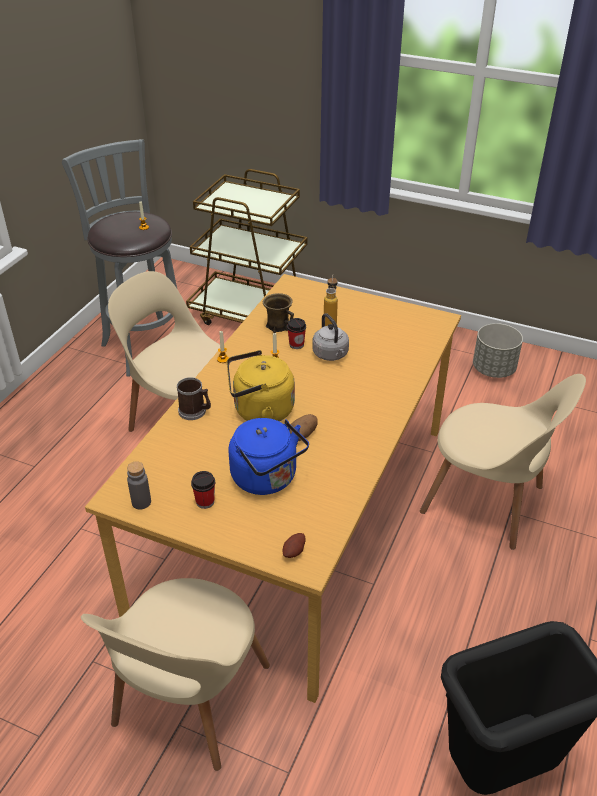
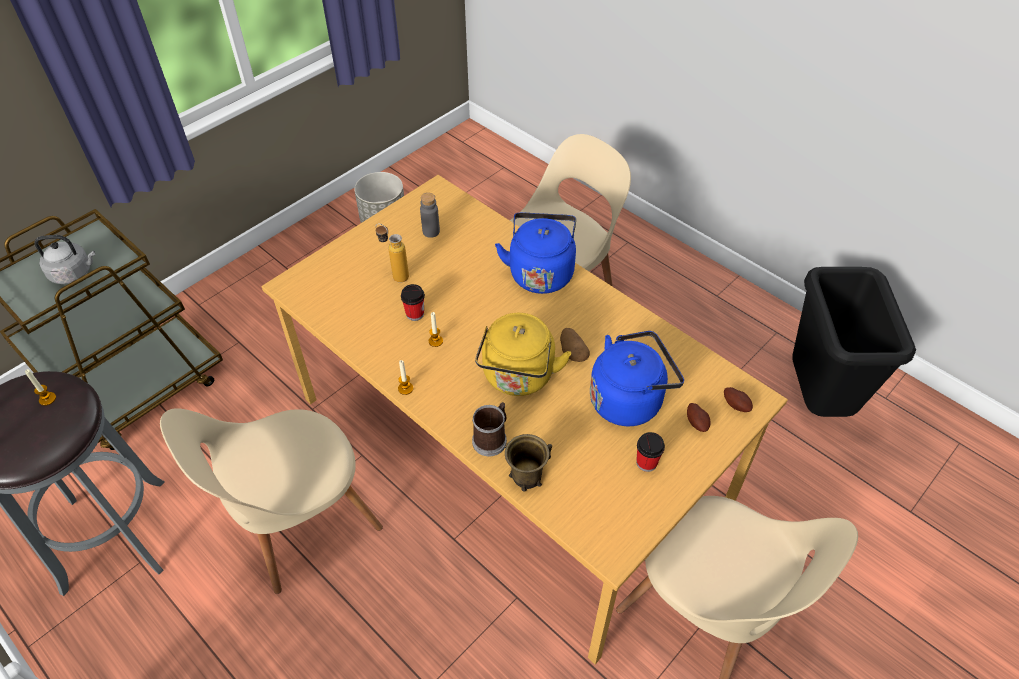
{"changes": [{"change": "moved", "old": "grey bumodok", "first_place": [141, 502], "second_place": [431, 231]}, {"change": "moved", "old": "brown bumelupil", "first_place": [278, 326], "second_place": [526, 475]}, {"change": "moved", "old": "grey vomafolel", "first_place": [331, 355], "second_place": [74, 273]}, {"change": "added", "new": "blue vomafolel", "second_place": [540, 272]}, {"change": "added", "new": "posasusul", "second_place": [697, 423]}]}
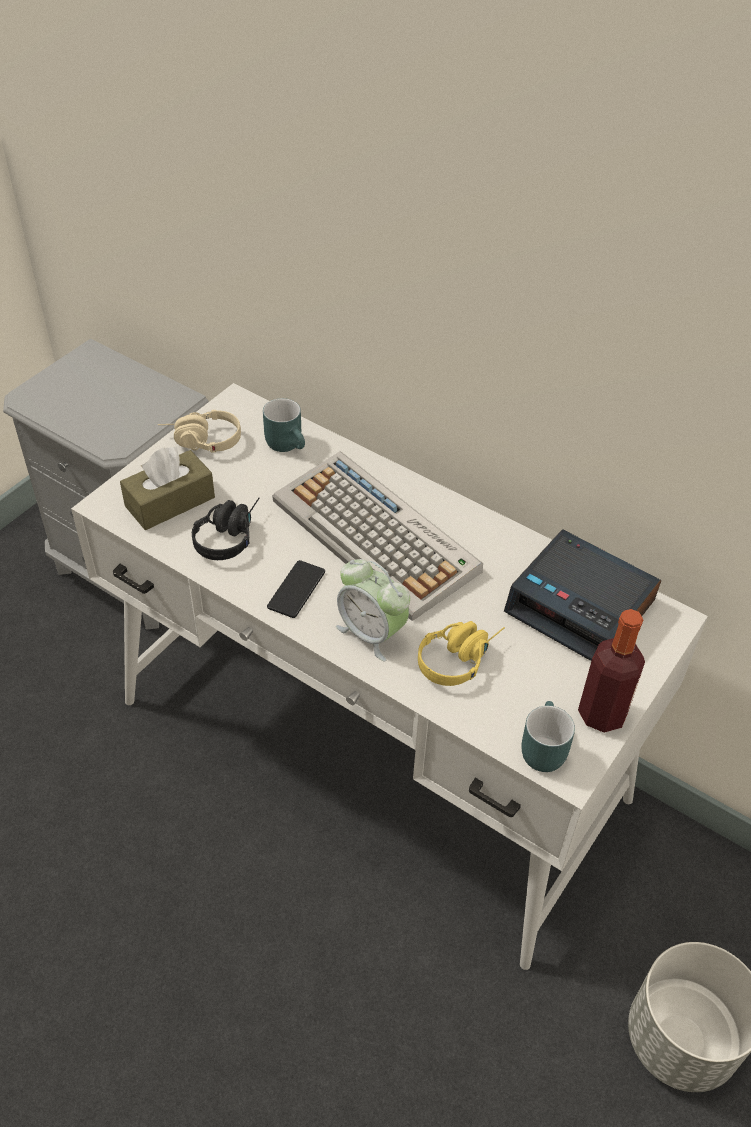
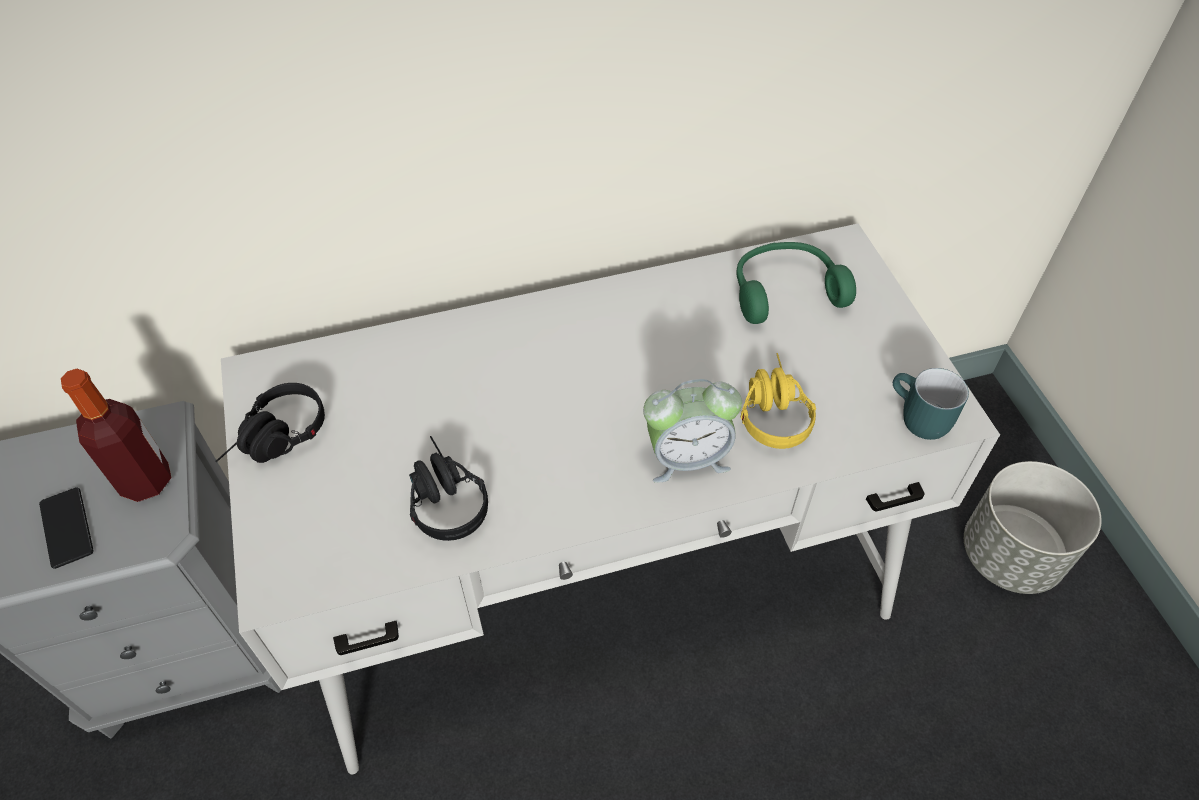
{"changes": [{"change": "removed", "old": "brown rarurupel", "first_place": [170, 502]}, {"change": "recoloured", "old": "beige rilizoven", "new": "black rilizoven", "first_place": [200, 442], "second_place": [276, 441]}, {"change": "removed", "old": "turquoise bumelupil", "first_place": [289, 444]}, {"change": "moved", "old": "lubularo", "first_place": [296, 589], "second_place": [67, 528]}, {"change": "removed", "old": "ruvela", "first_place": [377, 536]}, {"change": "replaced", "old": "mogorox", "new": "green rilizoven", "first_place": [581, 607], "second_place": [784, 291]}, {"change": "moved", "old": "bumodok", "first_place": [602, 714], "second_place": [146, 481]}]}
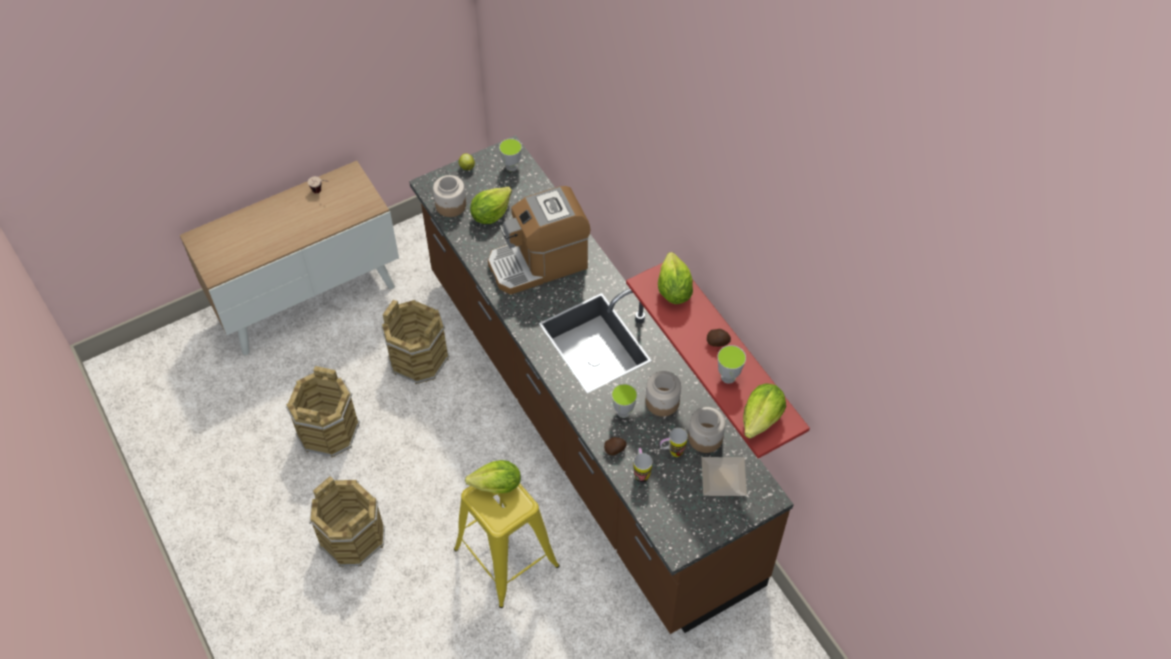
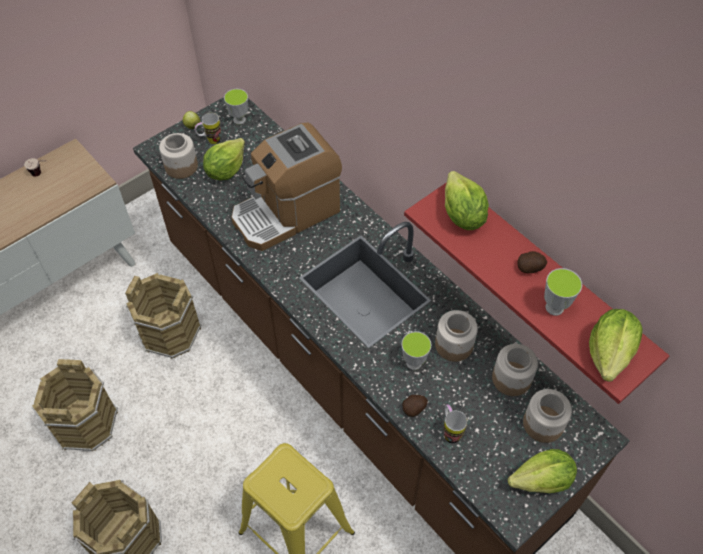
{"changes": [{"change": "moved", "old": "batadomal", "first_place": [497, 486], "second_place": [541, 481]}, {"change": "moved", "old": "bumelupil", "first_place": [672, 452], "second_place": [210, 141]}, {"change": "replaced", "old": "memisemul", "new": "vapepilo", "first_place": [722, 479], "second_place": [542, 424]}]}
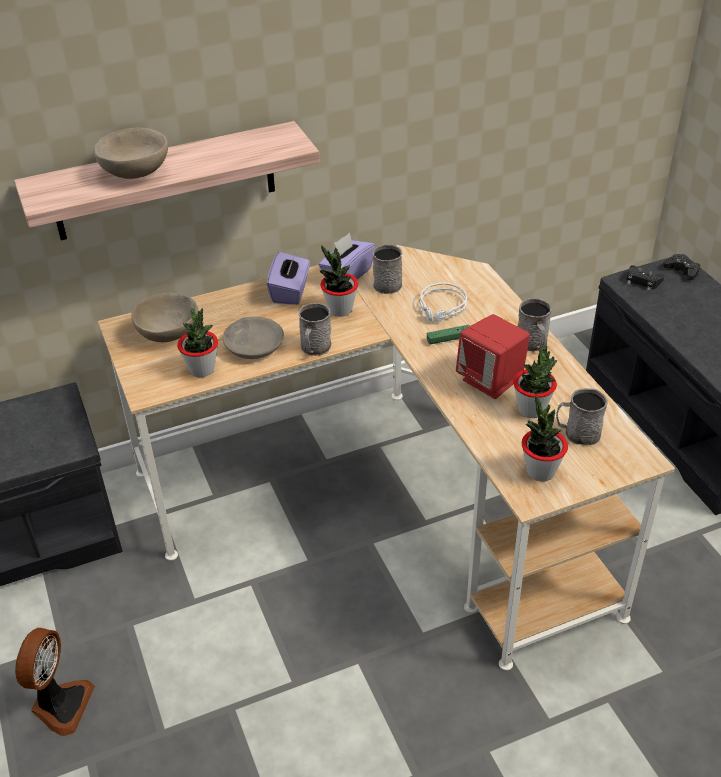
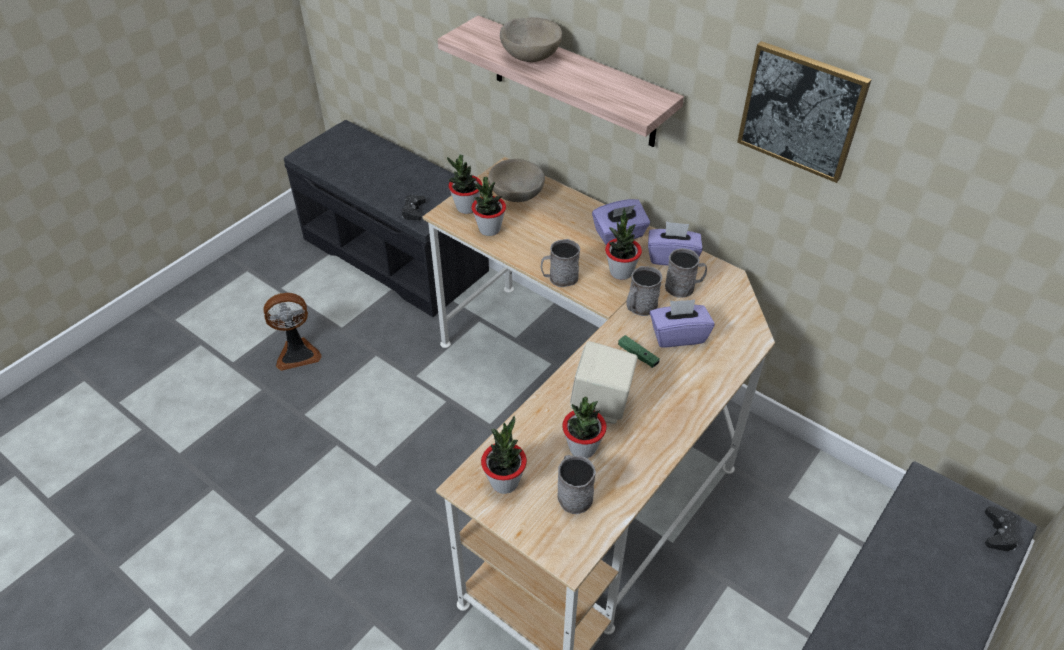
{"changes": [{"change": "removed", "old": "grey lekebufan", "first_place": [254, 345]}, {"change": "replaced", "old": "grey rilizoven", "new": "purple rarurupel", "first_place": [443, 308], "second_place": [678, 335]}, {"change": "recoloured", "old": "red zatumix", "new": "beige zatumix", "first_place": [491, 380], "second_place": [602, 405]}, {"change": "moved", "old": "grey bumelupil", "first_place": [533, 344], "second_place": [639, 307]}, {"change": "moved", "old": "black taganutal", "first_place": [642, 281], "second_place": [413, 211]}, {"change": "added", "new": "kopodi", "second_place": [466, 207]}, {"change": "added", "new": "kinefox", "second_place": [801, 111]}]}
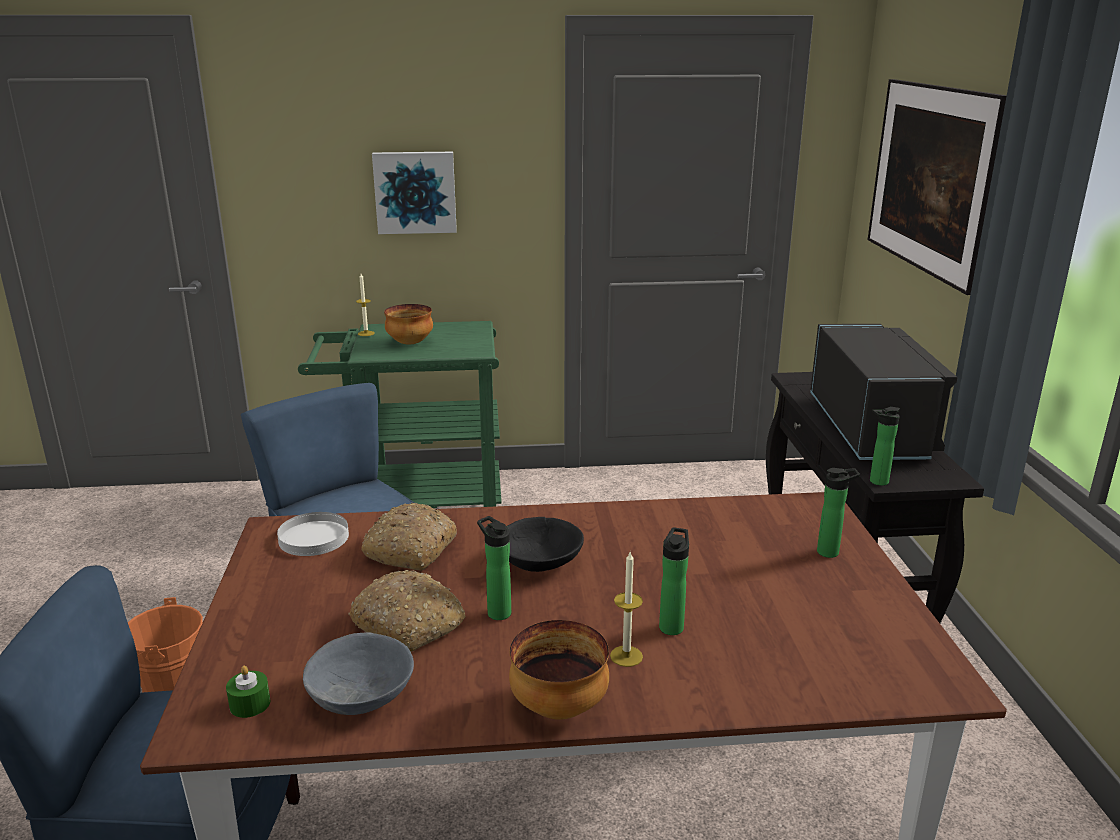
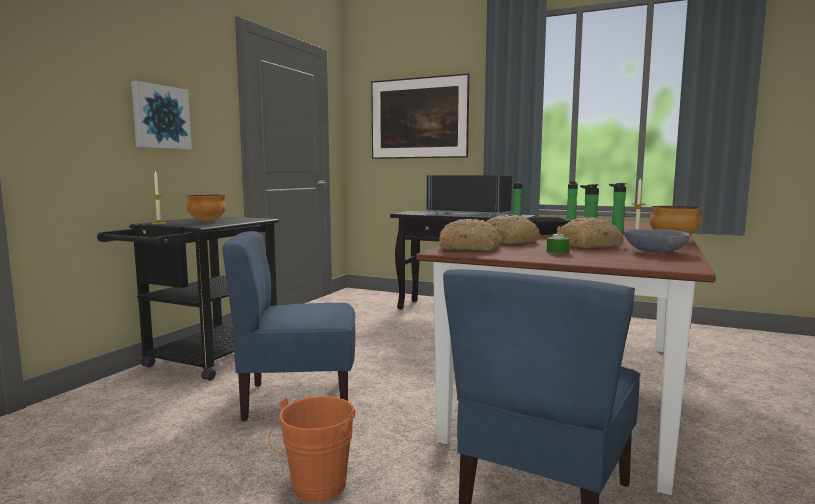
{"changes": [{"change": "moved", "old": "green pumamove", "first_place": [250, 704], "second_place": [557, 252]}, {"change": "replaced", "old": "white memisemul", "new": "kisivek", "first_place": [314, 538], "second_place": [470, 248]}, {"change": "recoloured", "old": "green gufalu", "new": "black gufalu", "first_place": [416, 501], "second_place": [204, 361]}]}
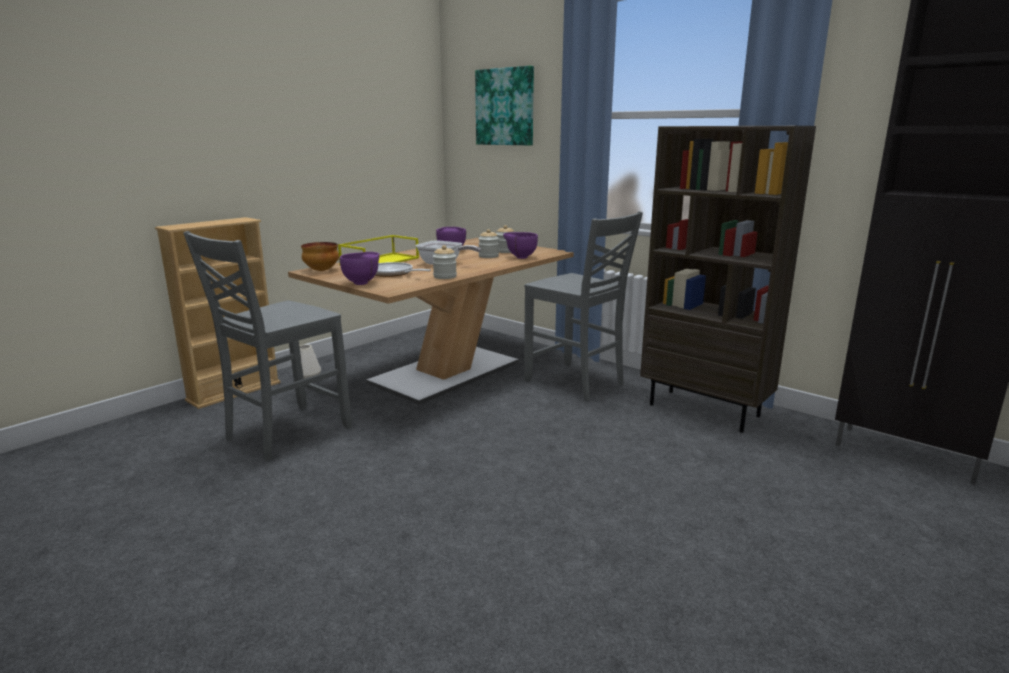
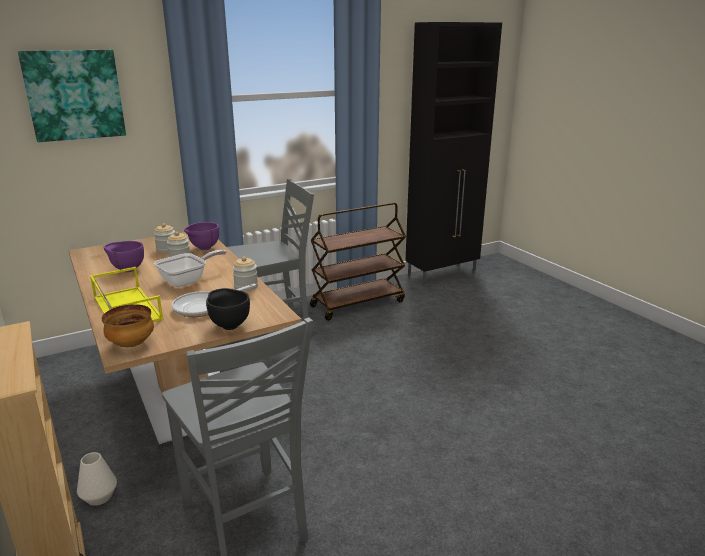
{"changes": [{"change": "recoloured", "old": "purple lekebufan", "new": "black lekebufan", "first_place": [362, 283], "second_place": [229, 325]}, {"change": "replaced", "old": "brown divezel", "new": "brown gufalu", "first_place": [705, 410], "second_place": [358, 303]}]}
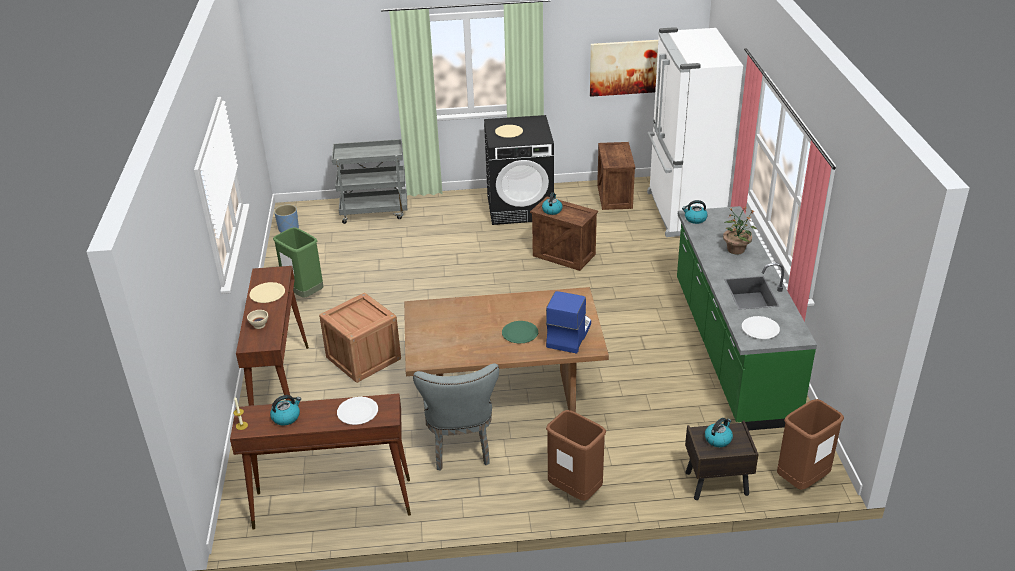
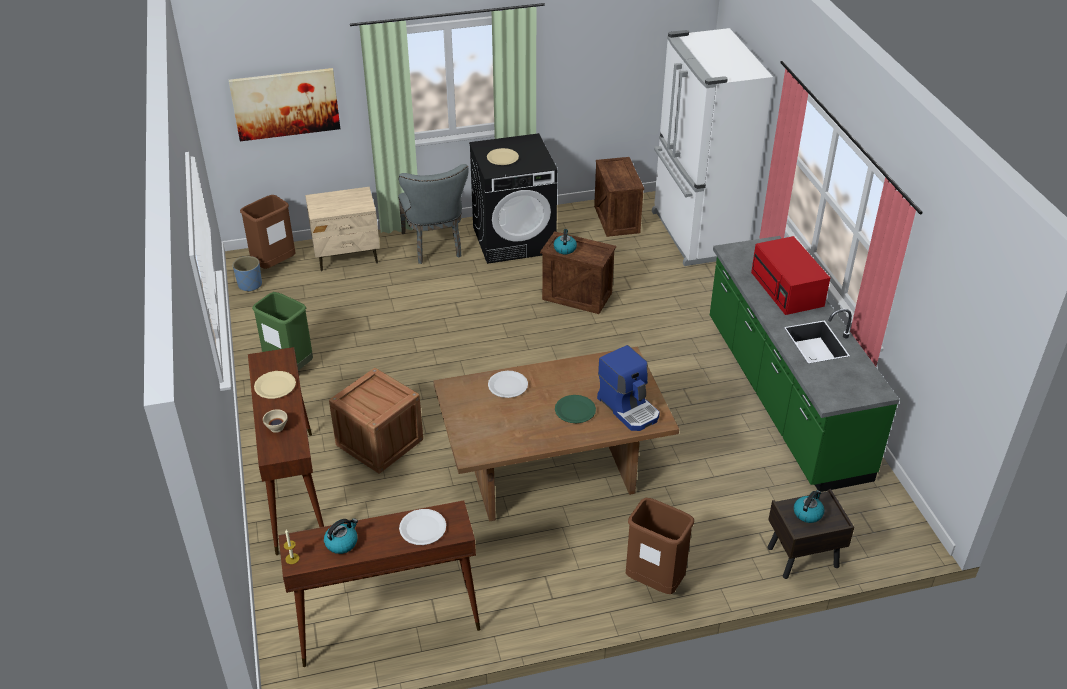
{"changes": [{"change": "replaced", "old": "grey gufalu", "new": "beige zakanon", "first_place": [375, 212], "second_place": [347, 256]}, {"change": "moved", "old": "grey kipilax", "first_place": [461, 447], "second_place": [435, 247]}, {"change": "turned", "old": "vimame", "first_place": [568, 335], "second_place": [629, 408], "degrees": 135}, {"change": "moved", "old": "kinefox", "first_place": [631, 67], "second_place": [285, 104]}, {"change": "removed", "old": "vomafolel", "first_place": [695, 219]}, {"change": "replaced", "old": "kopodi", "new": "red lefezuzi", "first_place": [736, 249], "second_place": [787, 290]}, {"change": "moved", "old": "white memisemul", "first_place": [760, 329], "second_place": [507, 385]}, {"change": "moved", "old": "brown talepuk", "first_place": [802, 480], "second_place": [274, 264]}]}
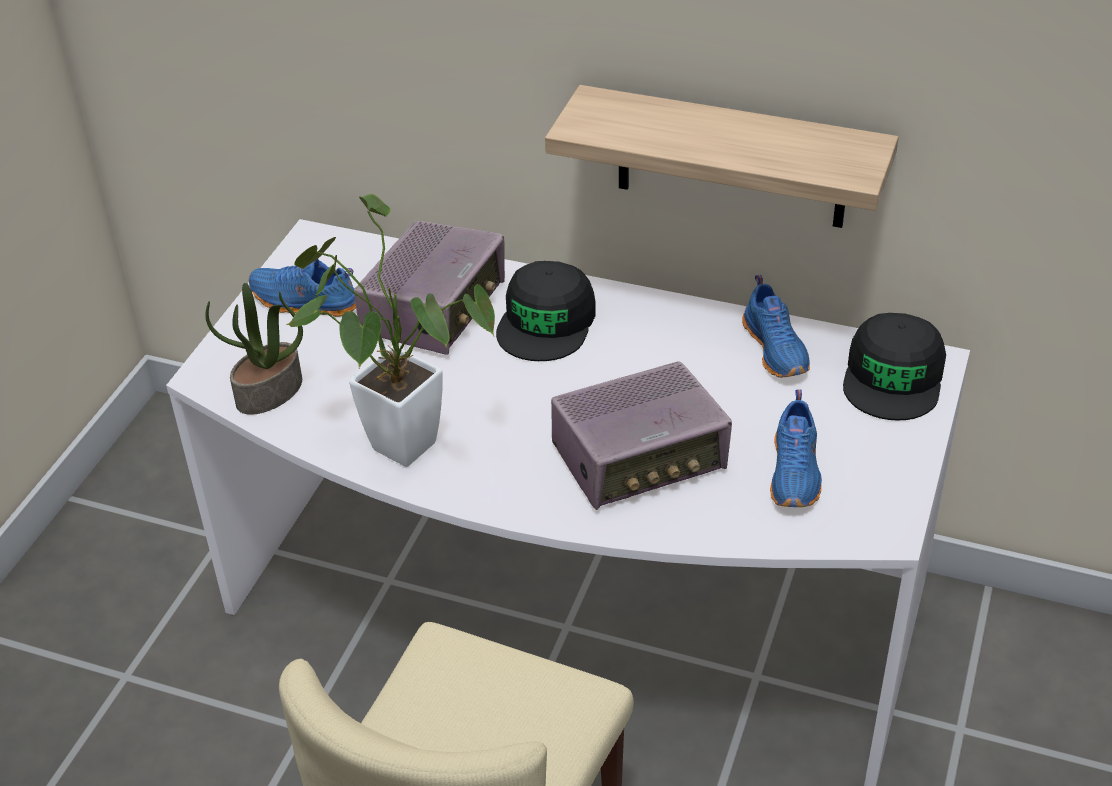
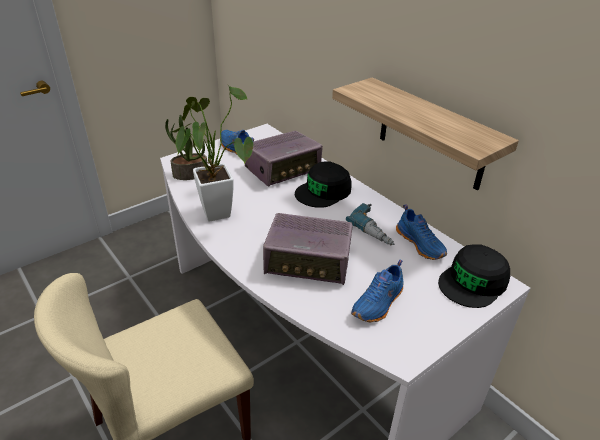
{"changes": [{"change": "turned", "old": "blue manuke", "first_place": [777, 349], "second_place": [421, 244], "degrees": -45}, {"change": "added", "new": "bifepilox", "second_place": [376, 229]}]}
